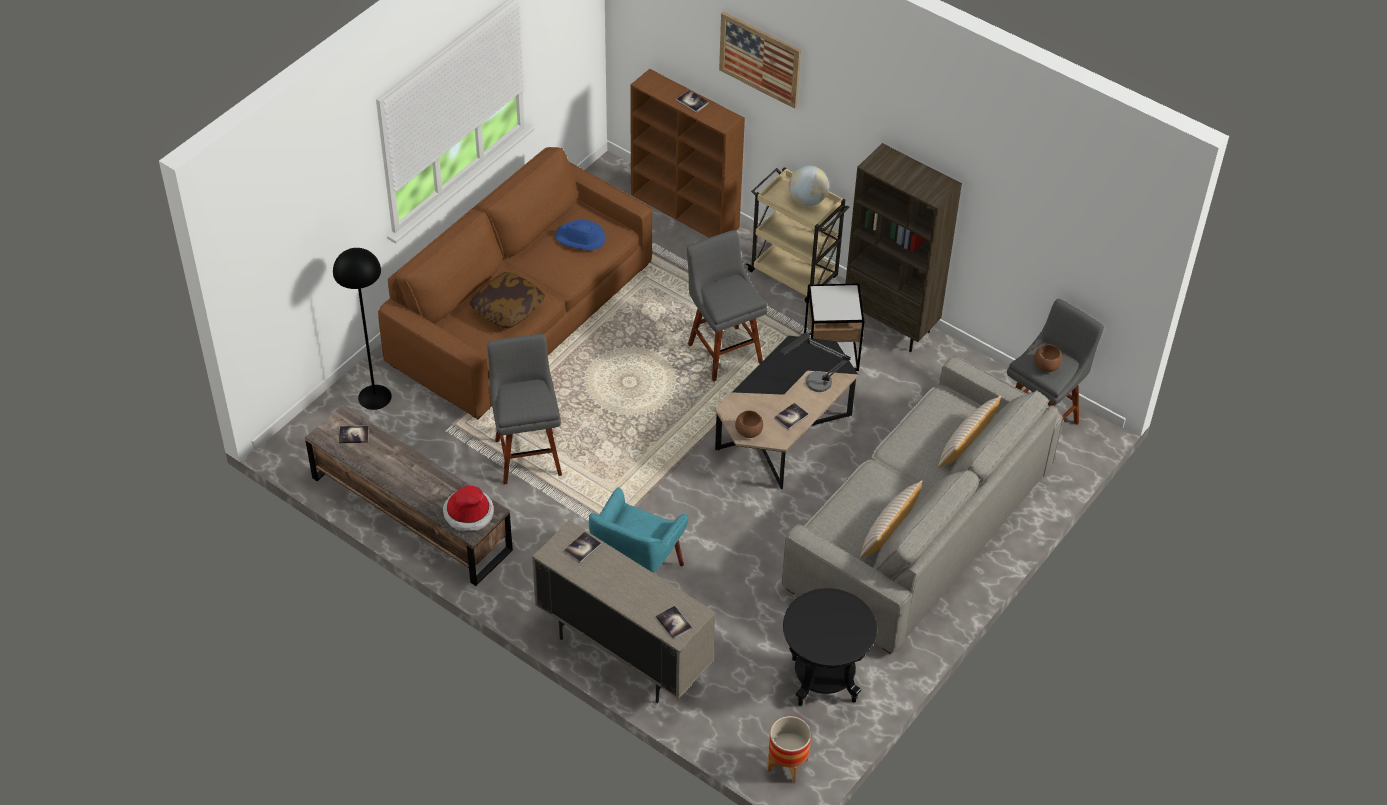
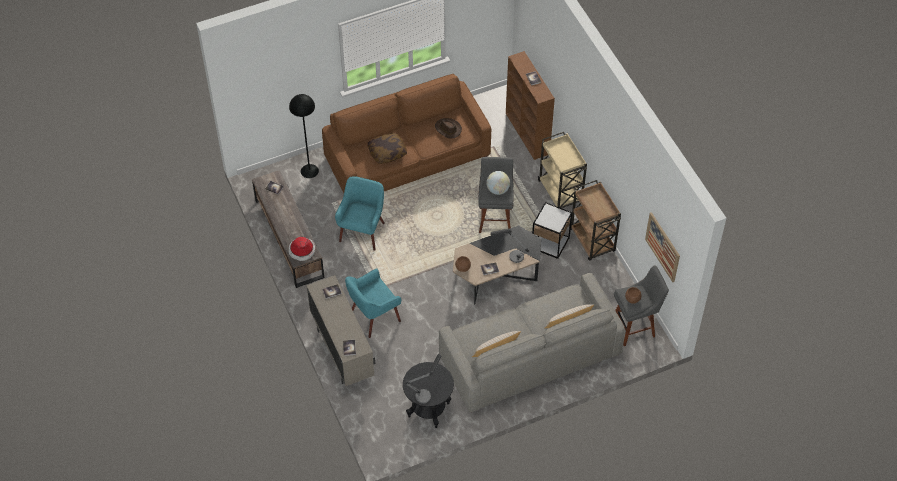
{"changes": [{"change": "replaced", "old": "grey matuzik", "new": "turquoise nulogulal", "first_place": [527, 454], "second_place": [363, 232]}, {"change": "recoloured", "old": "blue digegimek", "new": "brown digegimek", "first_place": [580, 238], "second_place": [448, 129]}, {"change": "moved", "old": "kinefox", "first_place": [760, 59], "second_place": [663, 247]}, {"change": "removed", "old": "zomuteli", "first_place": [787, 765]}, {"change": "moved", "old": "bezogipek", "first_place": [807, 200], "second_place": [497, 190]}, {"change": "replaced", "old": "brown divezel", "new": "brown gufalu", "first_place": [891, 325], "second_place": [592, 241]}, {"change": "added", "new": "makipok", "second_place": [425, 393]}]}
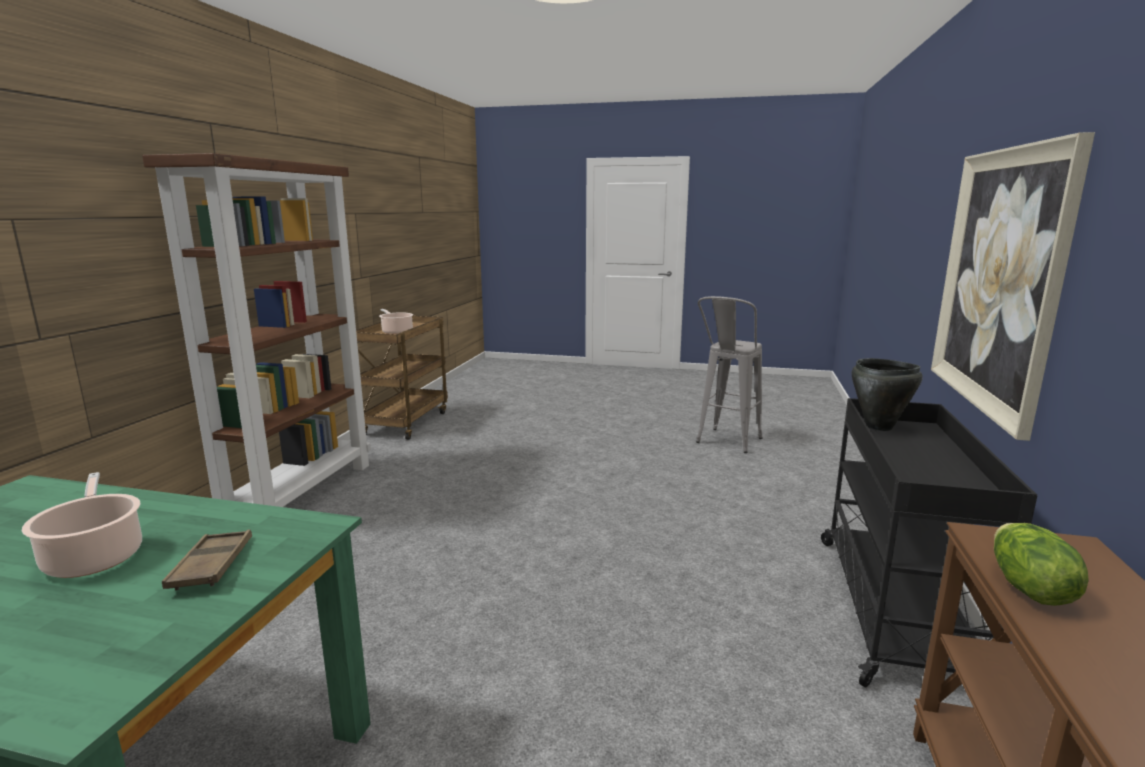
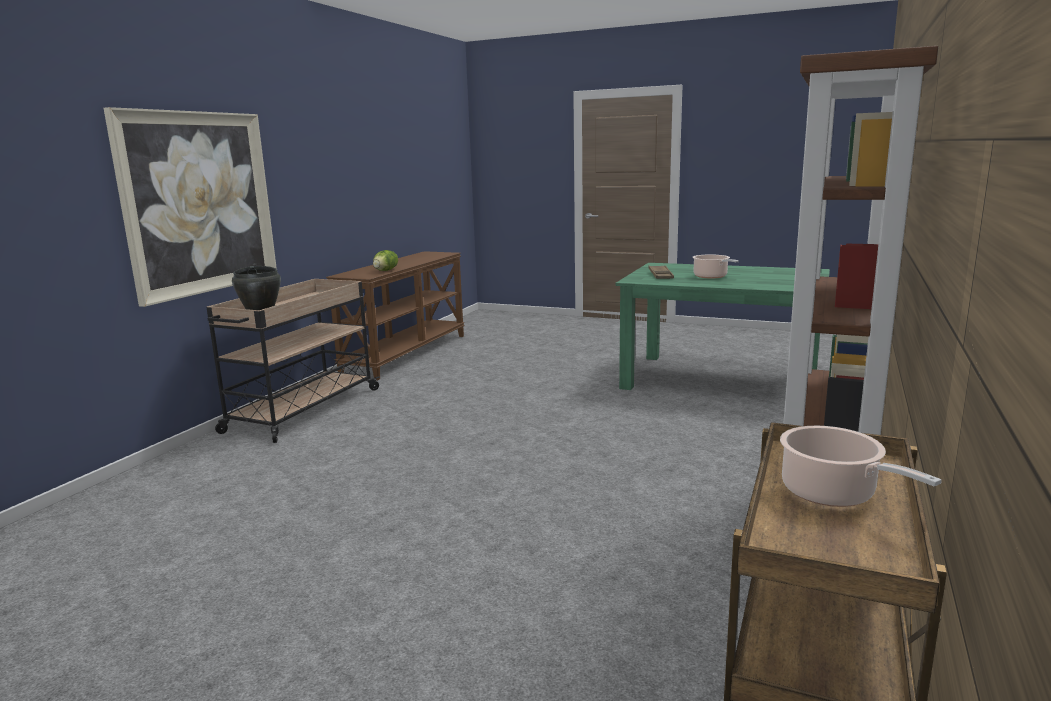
{"changes": [{"change": "removed", "old": "grey matuzik", "first_place": [725, 444]}, {"change": "recoloured", "old": "black gufalu", "new": "beige gufalu", "first_place": [894, 608], "second_place": [302, 410]}]}
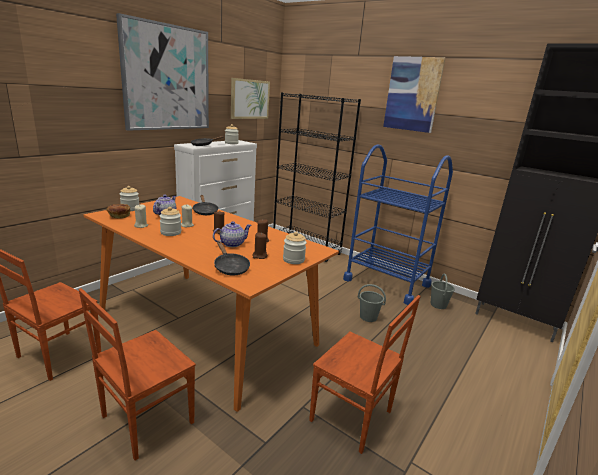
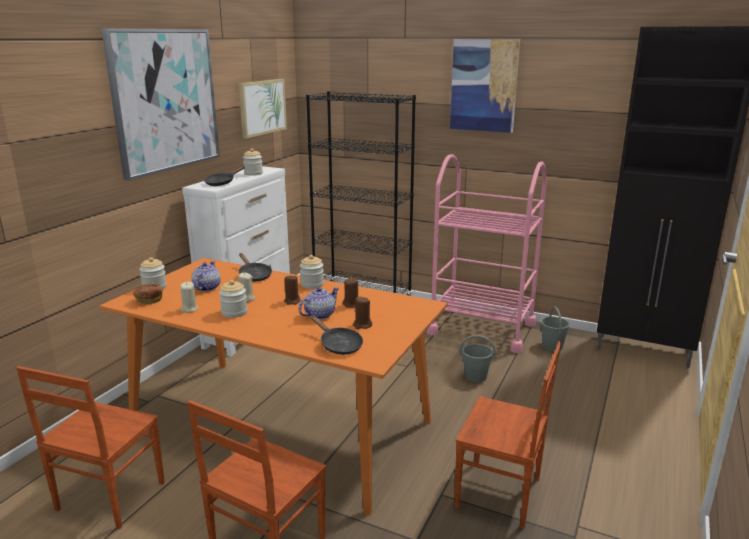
{"changes": [{"change": "moved", "old": "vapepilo", "first_place": [293, 260], "second_place": [312, 284]}, {"change": "recoloured", "old": "blue gufalu", "new": "pink gufalu", "first_place": [386, 282], "second_place": [482, 328]}]}
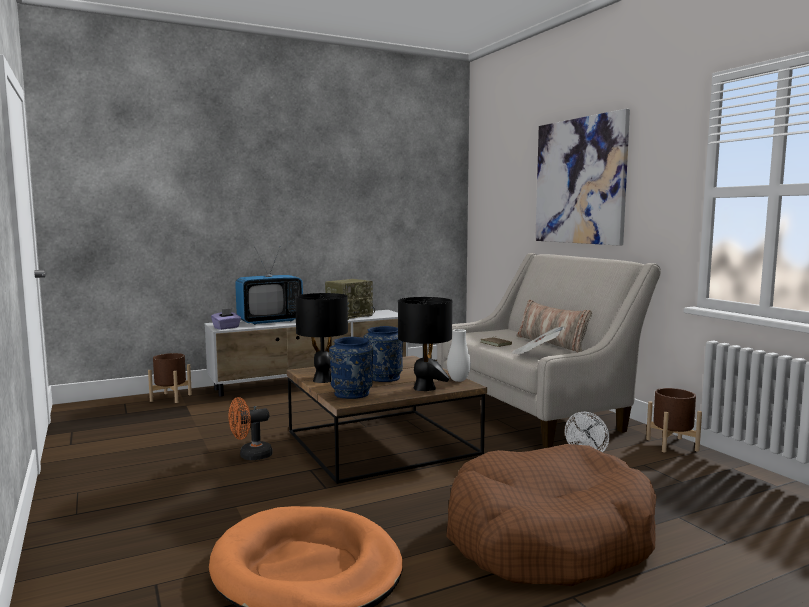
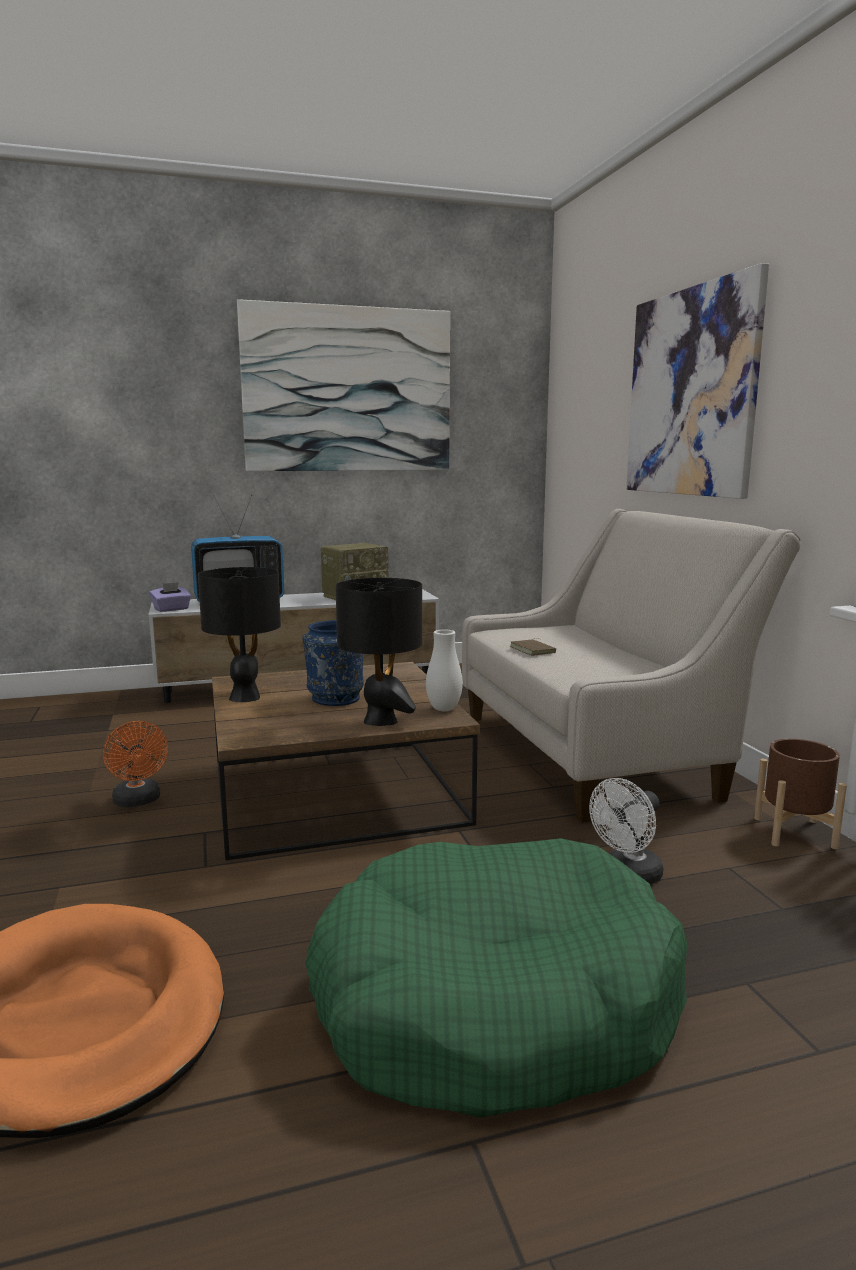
{"changes": [{"change": "removed", "old": "brown zomuteli", "first_place": [171, 398]}, {"change": "turned", "old": "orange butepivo", "first_place": [250, 456], "second_place": [138, 801], "degrees": -105}, {"change": "removed", "old": "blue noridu", "first_place": [351, 394]}, {"change": "recoloured", "old": "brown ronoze", "new": "green ronoze", "first_place": [548, 538], "second_place": [494, 1003]}, {"change": "removed", "old": "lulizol", "first_place": [536, 354]}, {"change": "removed", "old": "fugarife", "first_place": [551, 343]}, {"change": "added", "new": "kinefox", "second_place": [348, 390]}]}
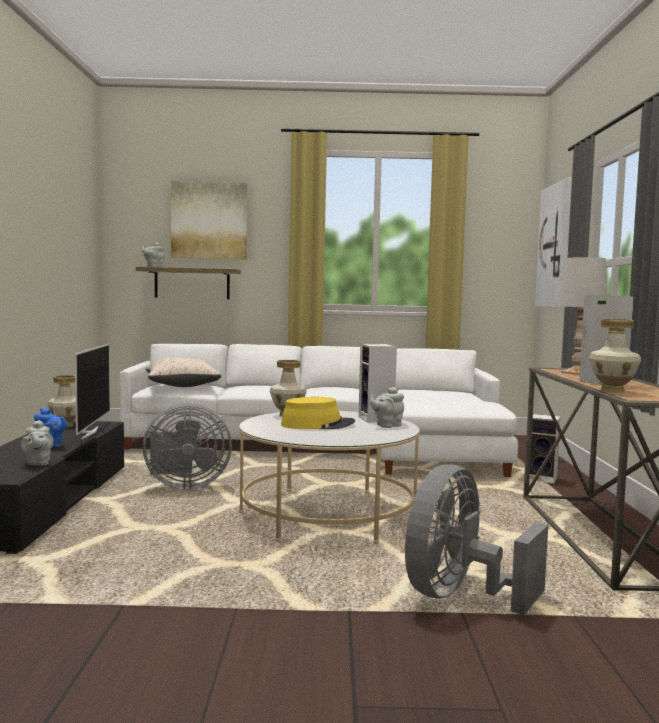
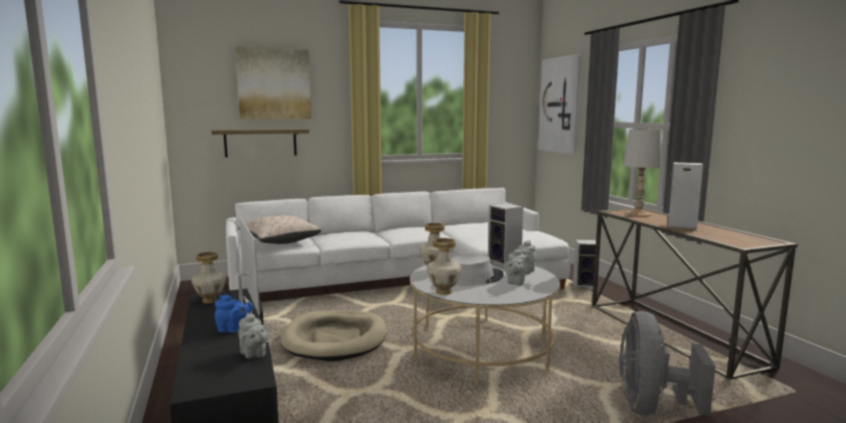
{"changes": [{"change": "moved", "old": "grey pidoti", "first_place": [153, 267], "second_place": [515, 282]}, {"change": "replaced", "old": "grey butepivo", "new": "beige ronoze", "first_place": [184, 486], "second_place": [335, 339]}, {"change": "recoloured", "old": "yellow digegimek", "new": "grey digegimek", "first_place": [317, 424], "second_place": [474, 278]}, {"change": "moved", "old": "noridu", "first_place": [612, 390], "second_place": [443, 292]}]}
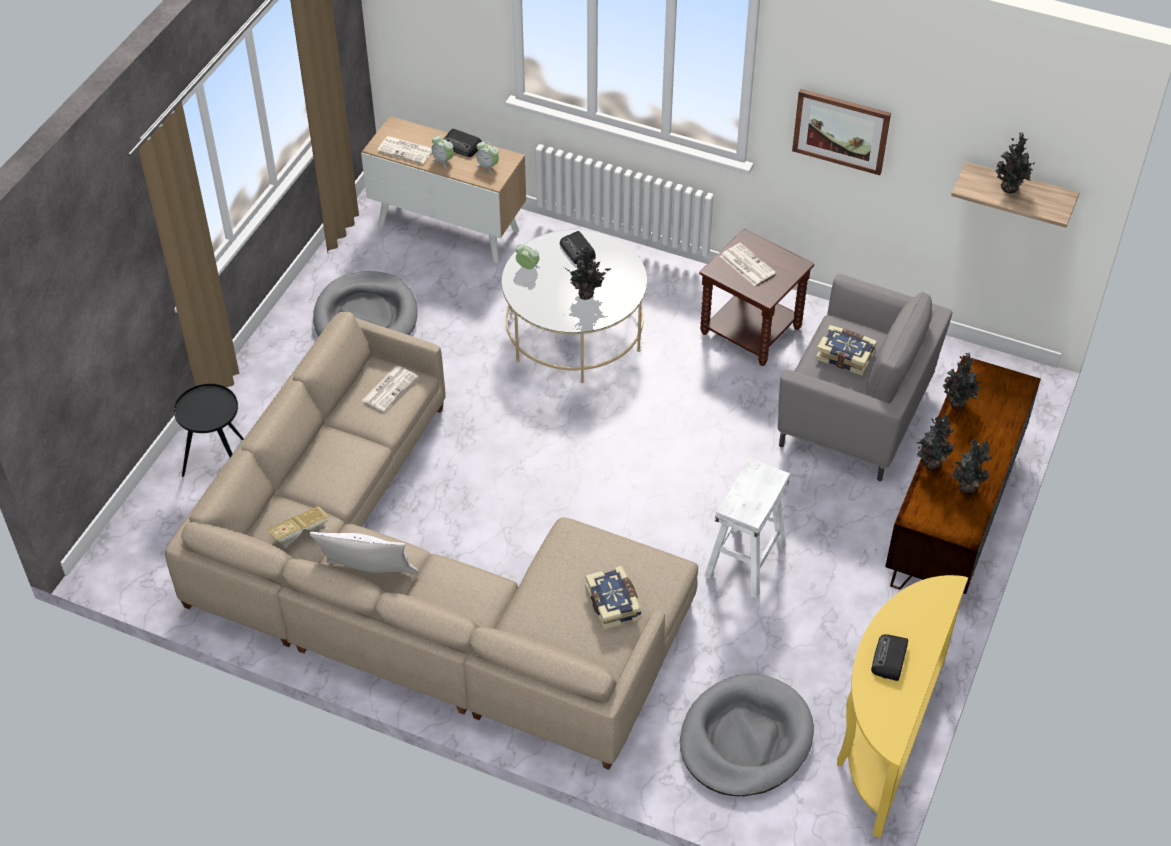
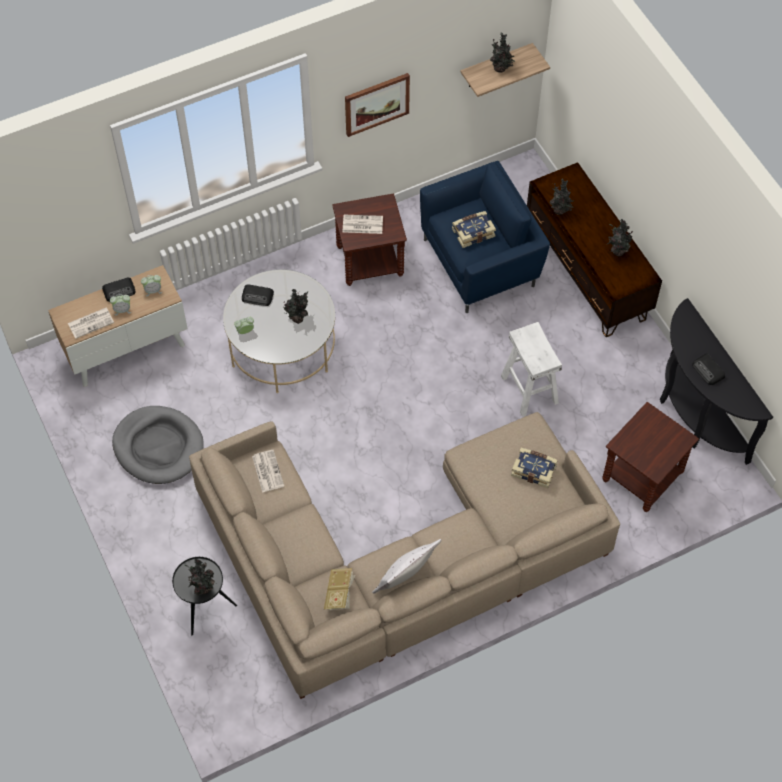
{"changes": [{"change": "replaced", "old": "grey ronoze", "new": "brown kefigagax", "first_place": [745, 739], "second_place": [642, 477]}, {"change": "recoloured", "old": "grey nulogulal", "new": "blue nulogulal", "first_place": [856, 418], "second_place": [481, 262]}, {"change": "recoloured", "old": "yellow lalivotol", "new": "black lalivotol", "first_place": [884, 737], "second_place": [695, 414]}, {"change": "moved", "old": "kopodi", "first_place": [930, 462], "second_place": [203, 588]}]}
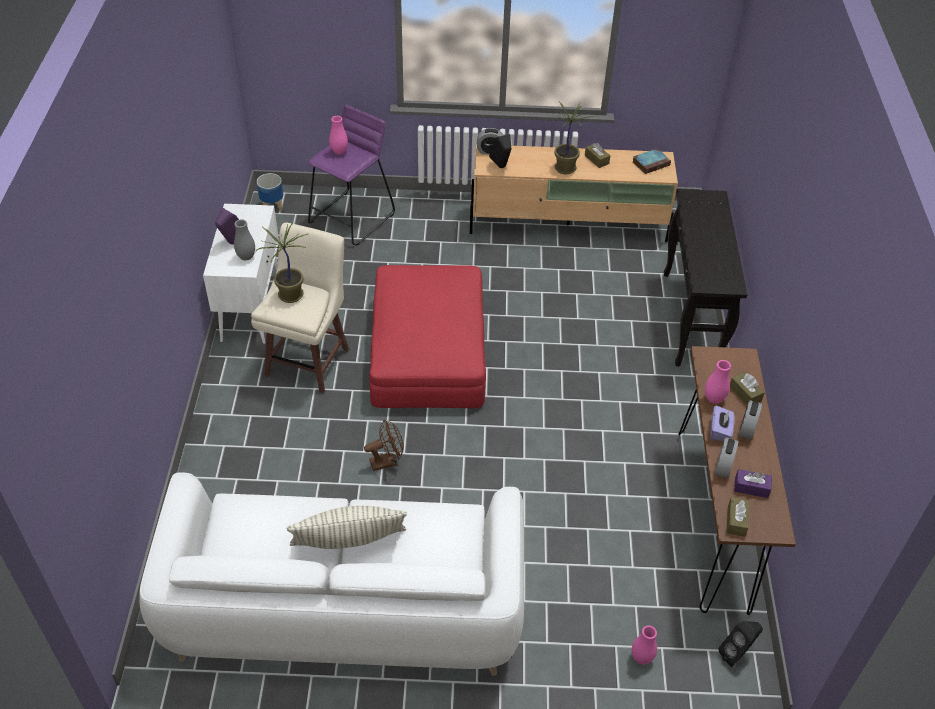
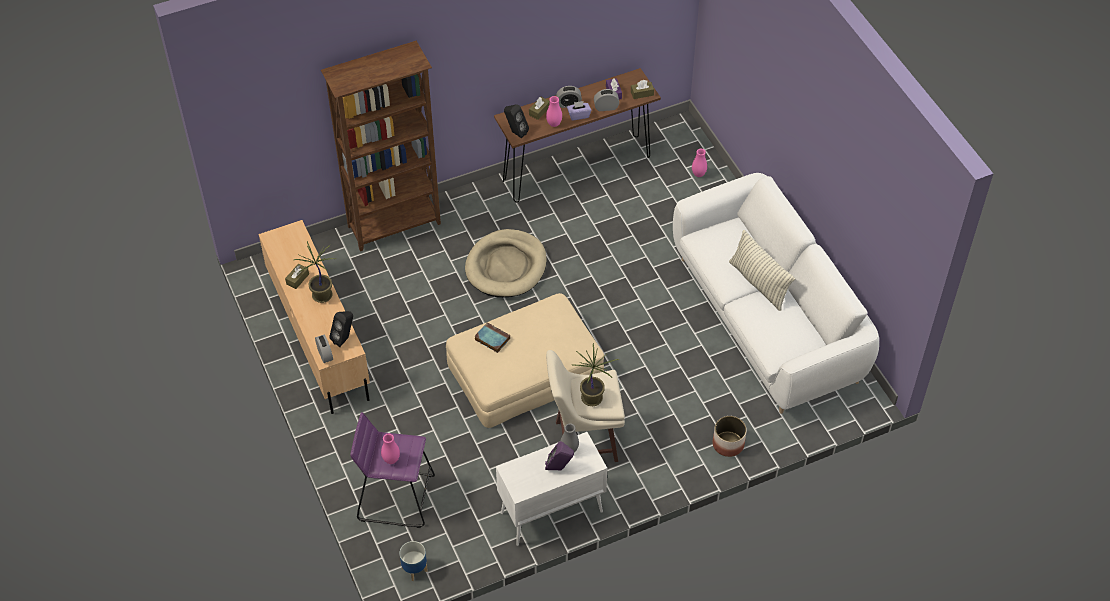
{"changes": [{"change": "removed", "old": "brown butepivo", "first_place": [387, 461]}, {"change": "recoloured", "old": "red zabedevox", "new": "beige zabedevox", "first_place": [427, 350], "second_place": [525, 371]}, {"change": "moved", "old": "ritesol", "first_place": [651, 163], "second_place": [491, 339]}, {"change": "replaced", "old": "black lalivotol", "new": "brown divezel", "first_place": [691, 320], "second_place": [395, 225]}, {"change": "moved", "old": "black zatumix", "first_place": [736, 654], "second_place": [515, 132]}, {"change": "added", "new": "beige ronoze", "second_place": [506, 266]}, {"change": "added", "new": "zomuteli", "second_place": [728, 444]}]}
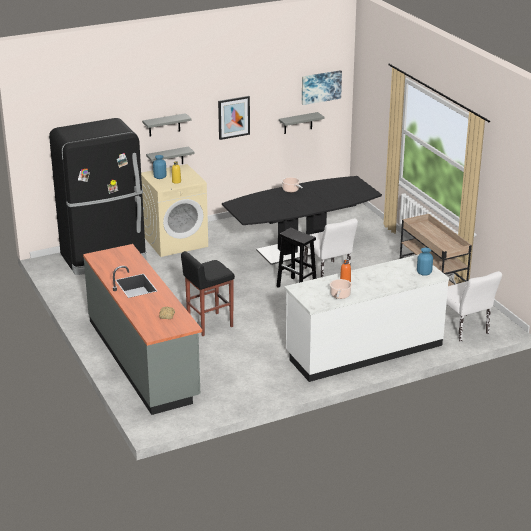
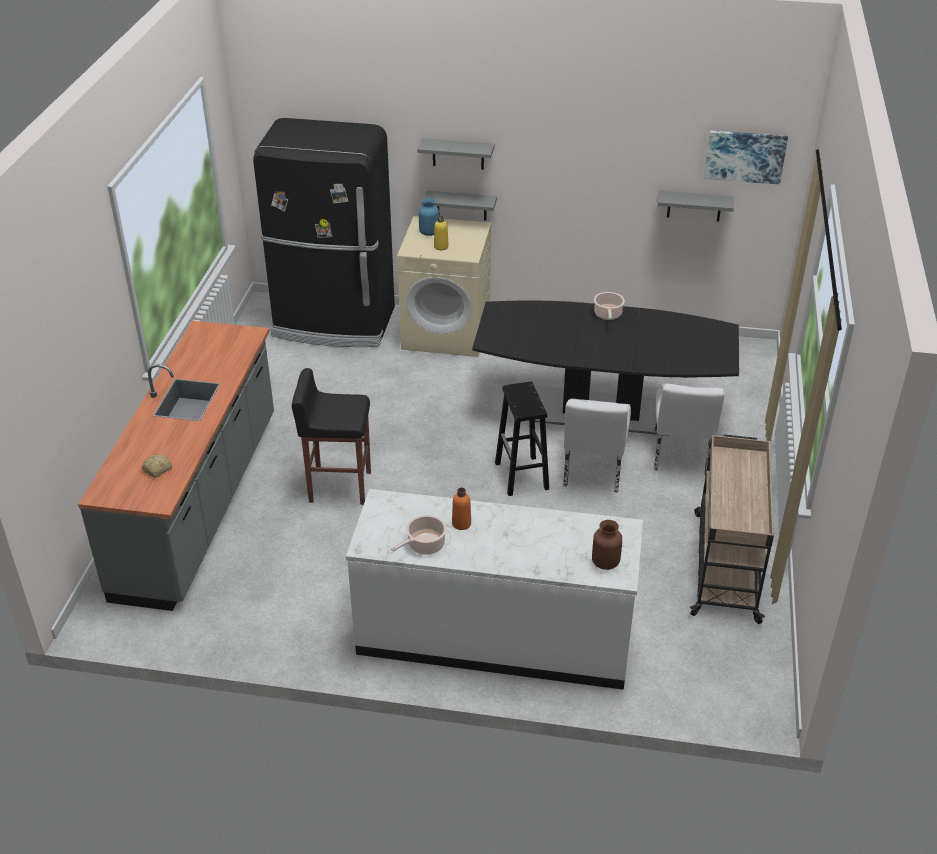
{"changes": [{"change": "removed", "old": "kinefox", "first_place": [233, 117]}, {"change": "recoloured", "old": "blue noridu", "new": "brown noridu", "first_place": [424, 273], "second_place": [605, 562]}, {"change": "moved", "old": "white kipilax", "first_place": [465, 330], "second_place": [680, 457]}]}
